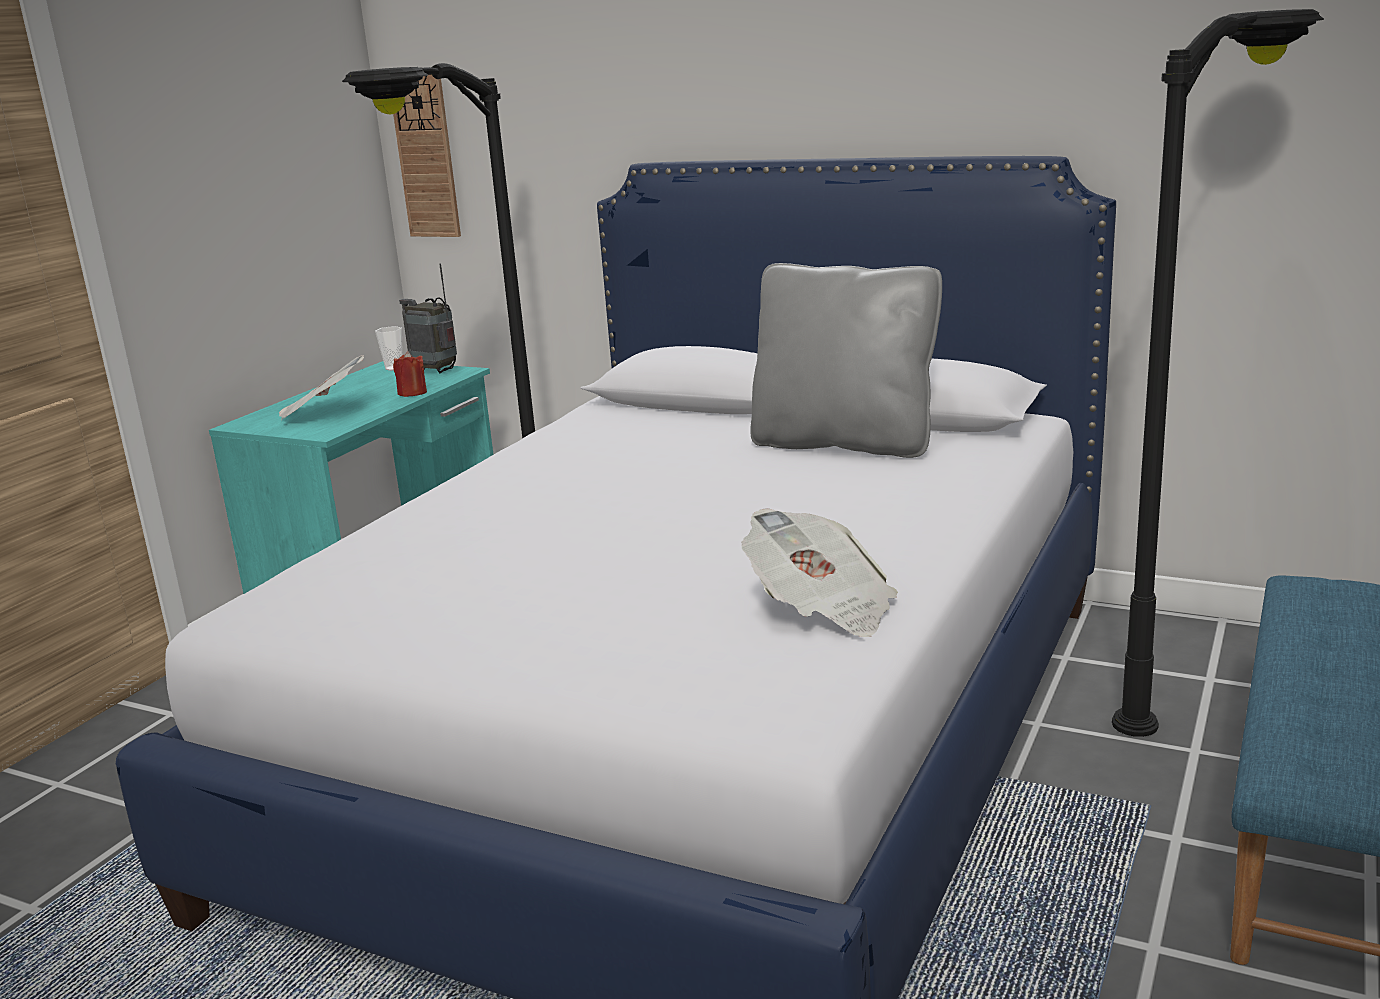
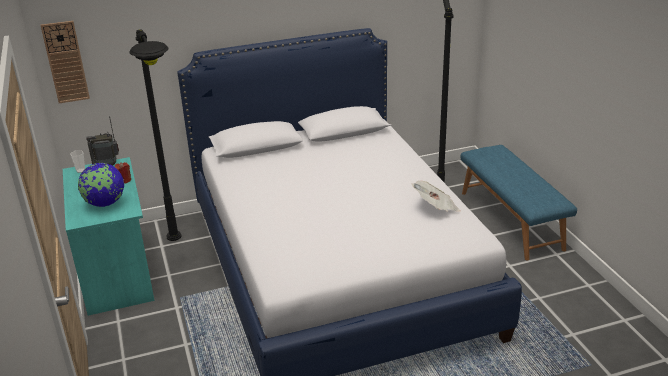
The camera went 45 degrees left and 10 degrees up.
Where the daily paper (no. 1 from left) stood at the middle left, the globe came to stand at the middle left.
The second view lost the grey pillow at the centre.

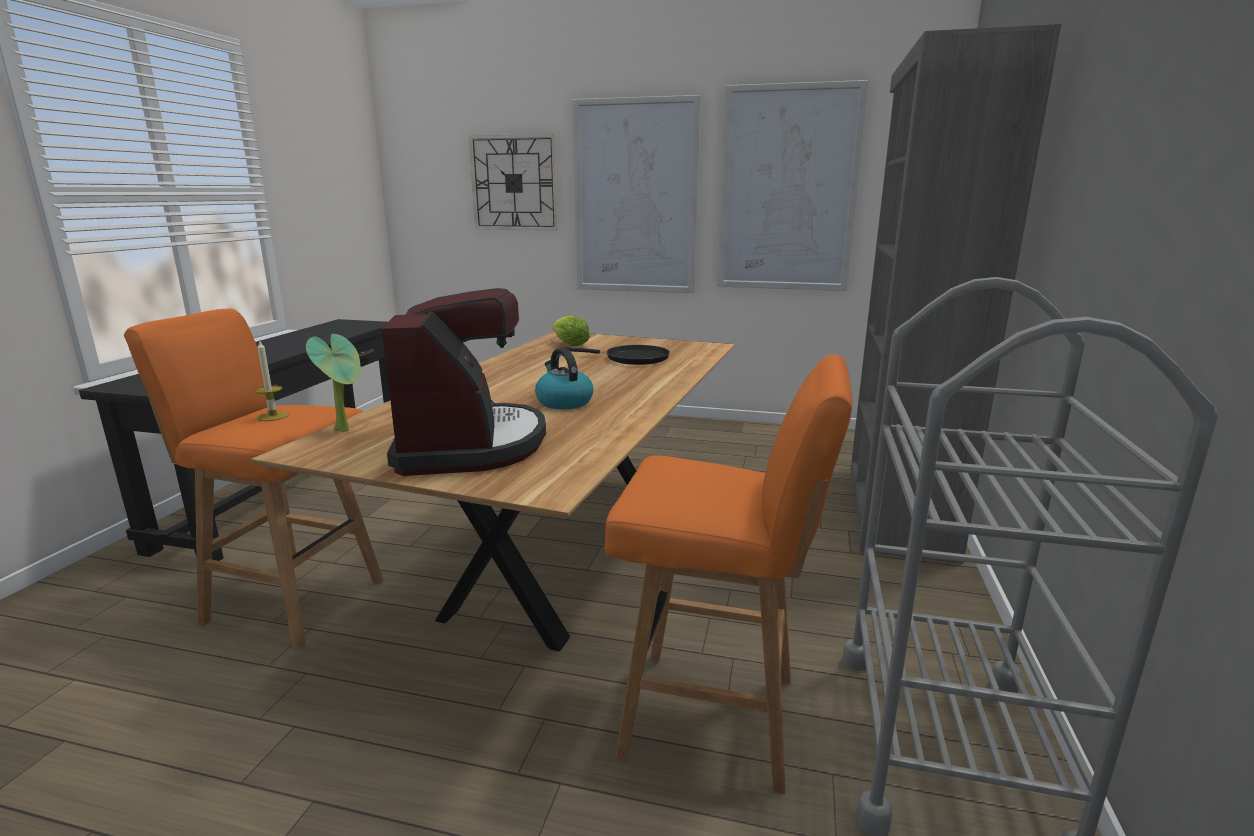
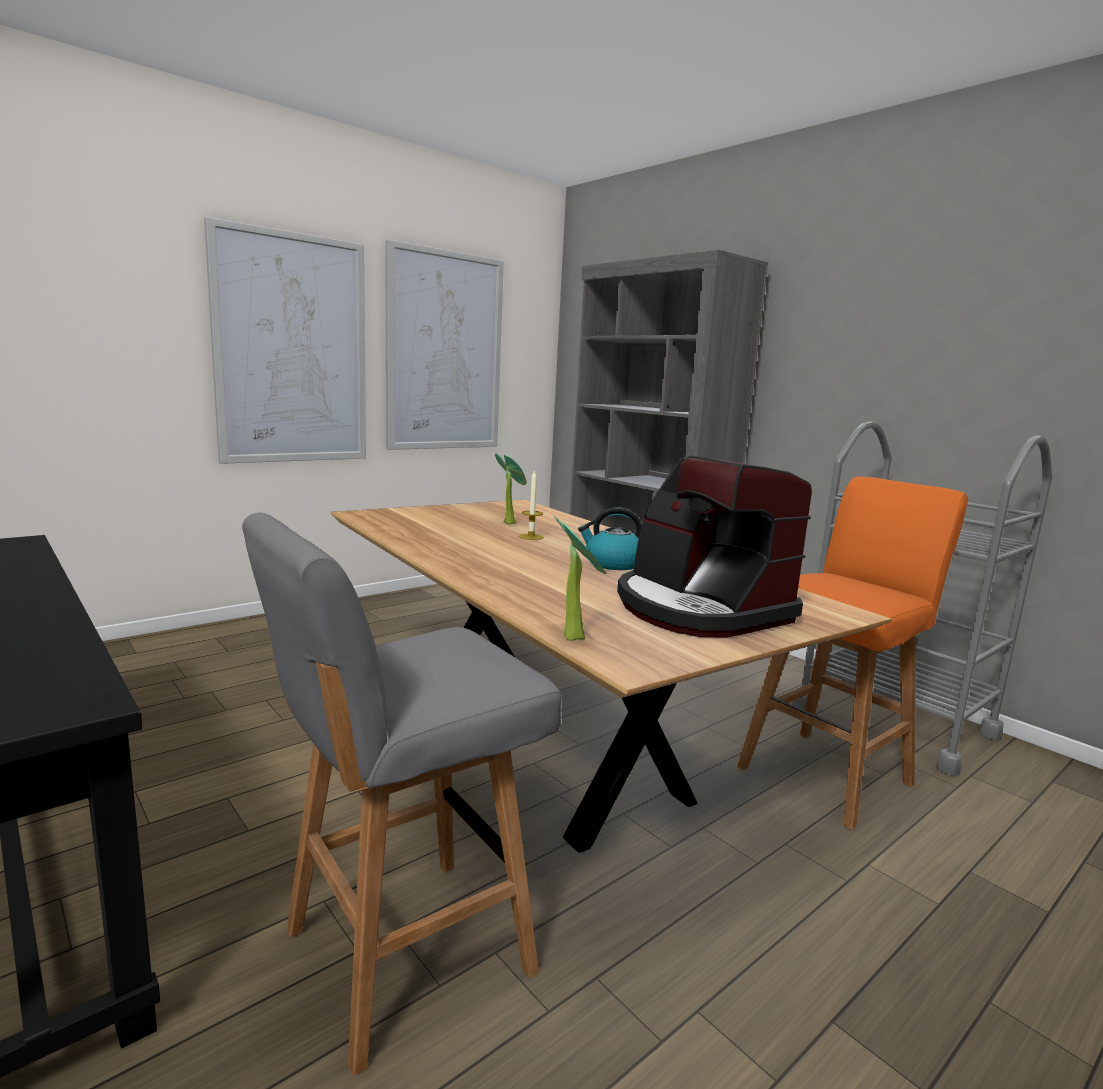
The camera went 55 degrees left and 5 degrees down.
What was the orangey stool (no. 1 from left) at the middle left turned into the grey stool at the bottom centre.
The candle ended up elsewhere, having gone from the middle left to the centre.
The coffee maker at the centre ended up facing another way, 150 degrees counterclockwise from before.
The second view lost the wall clock at the top centre.
The second view lost the lettuce head at the centre.
Where the black skillet stood at the centre, the potted plant (no. 1 from left) came to stand at the centre.

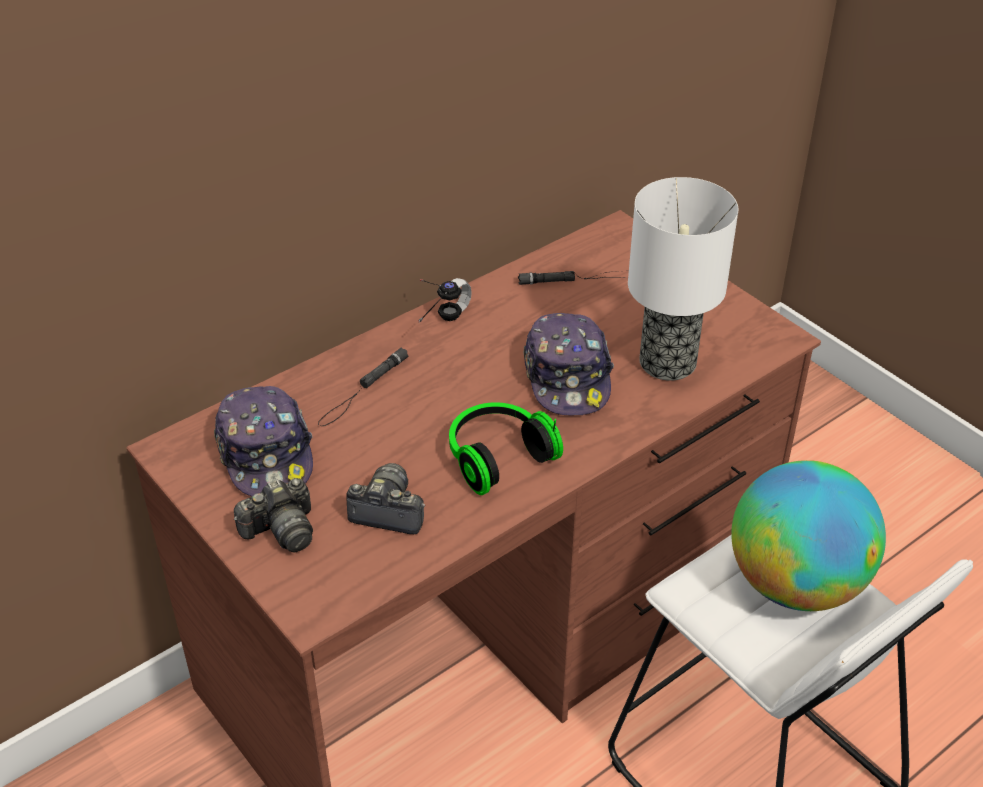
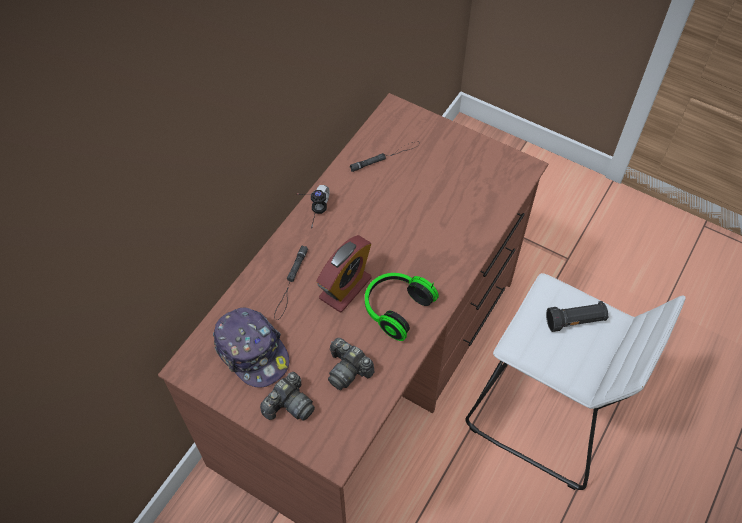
The camera went 20 degrees left and 15 degrees up.
The photo camera (no. 2 from left) at the centre ended up facing another way, 135 degrees counterclockwise from before.
The second view lost the peaked cap (no. 2 from left) at the centre.
The second view lost the lamp for a table at the middle right.
Where the globe stood at the bottom right, the black hand torch (no. 3 from left) came to stand at the middle right.
The second view gained the table clock at the centre.

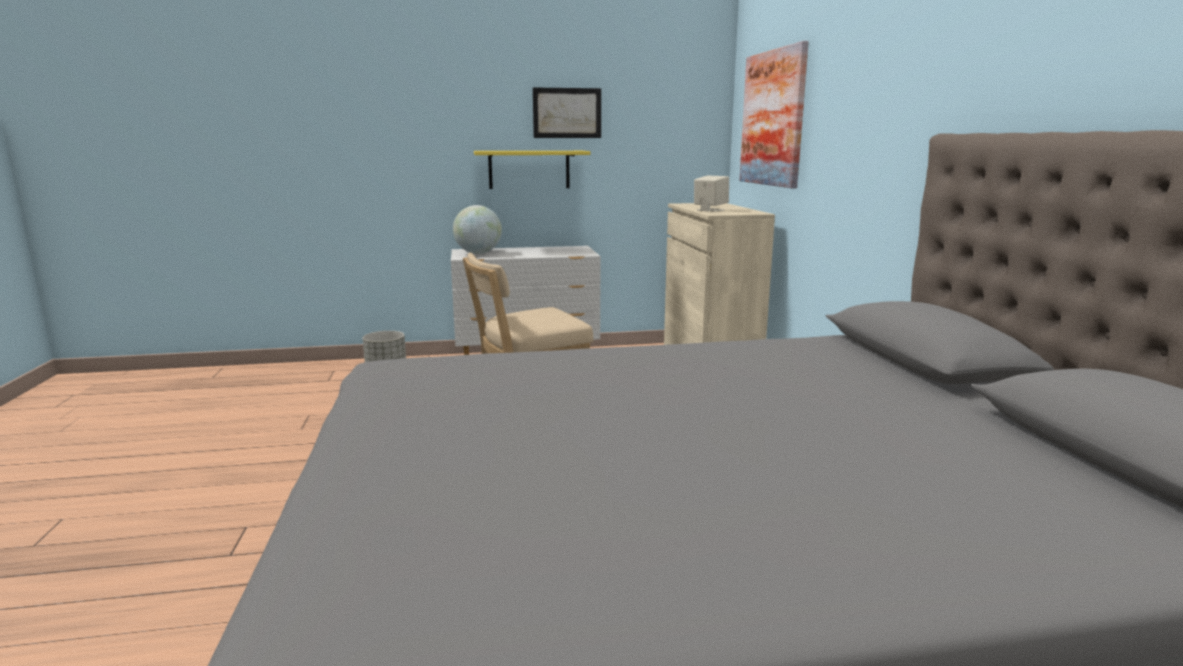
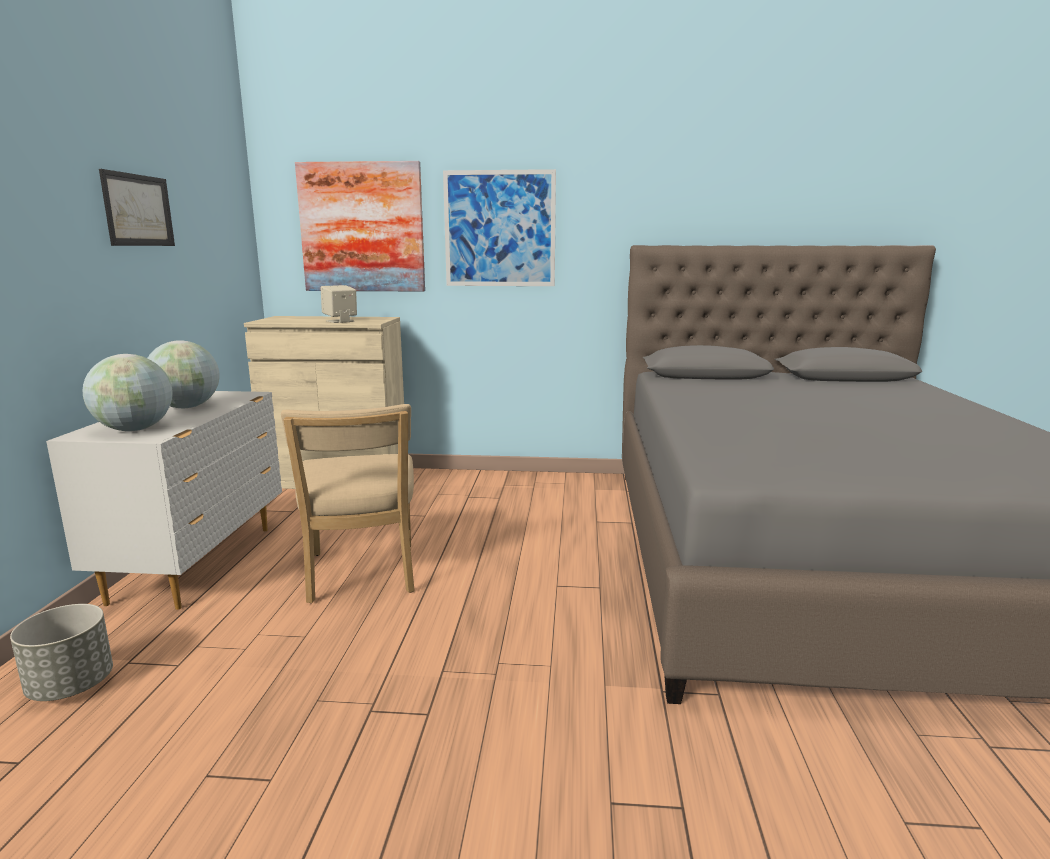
The camera went 75 degrees left and 0 degrees up.
The second view lost the yellowish bracket shelf at the top centre.
The second view gained the globe (no. 2 from left) at the middle left.
The second view gained the wall art (no. 3 from left) at the top centre.

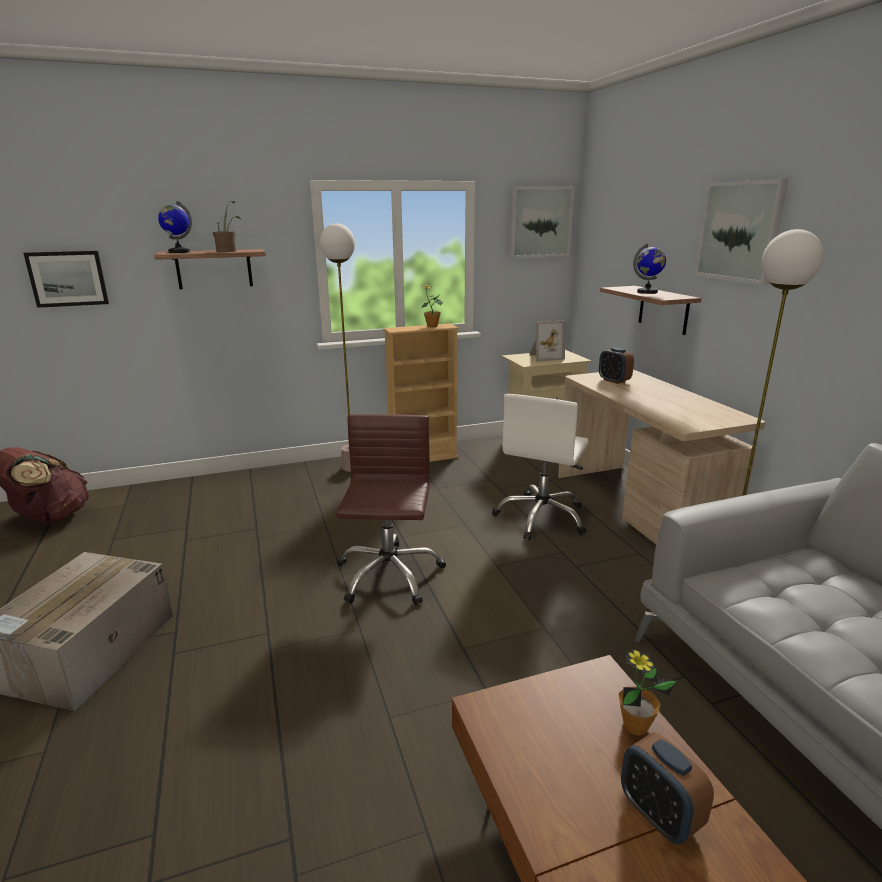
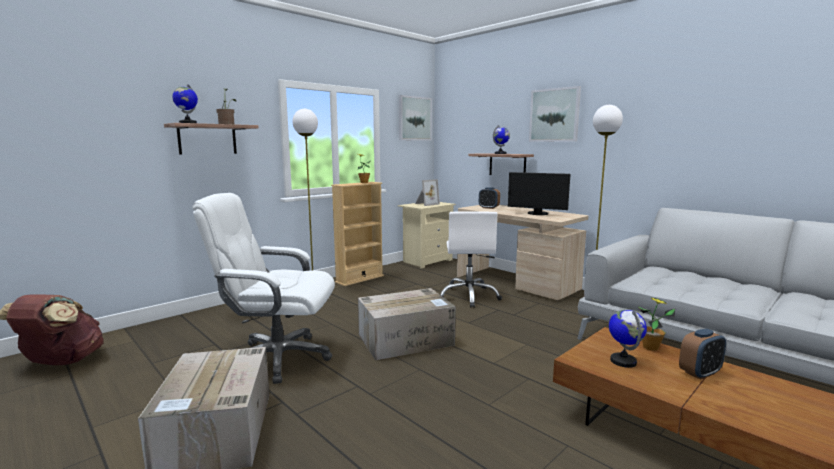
The camera went 25 degrees left and 10 degrees down.
The second view lost the wall art (no. 1 from left) at the top left.
Where the brownish desk chair stood at the centre, the cardboard box (no. 2 from left) came to stand at the bottom centre.
The table clock (no. 2 from left) at the bottom right ended up facing another way, 60 degrees counterclockwise from before.
The second view gained the white-coloured desk chair (no. 1 from left) at the middle left.
The second view gained the computer display at the centre.
The second view gained the globe (no. 3 from left) at the bottom right.

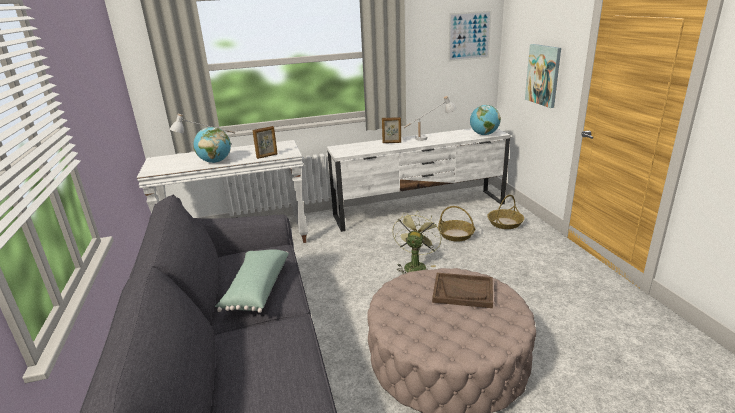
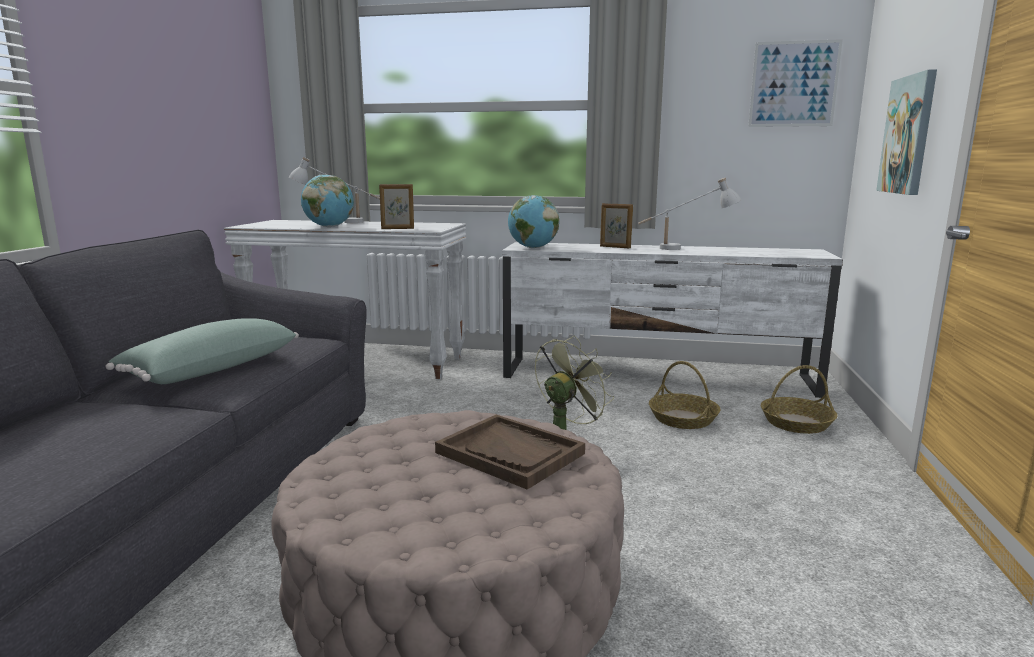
The camera went 25 degrees right and 10 degrees down.
The globe (no. 2 from left) ended up elsewhere, having gone from the top centre to the centre.

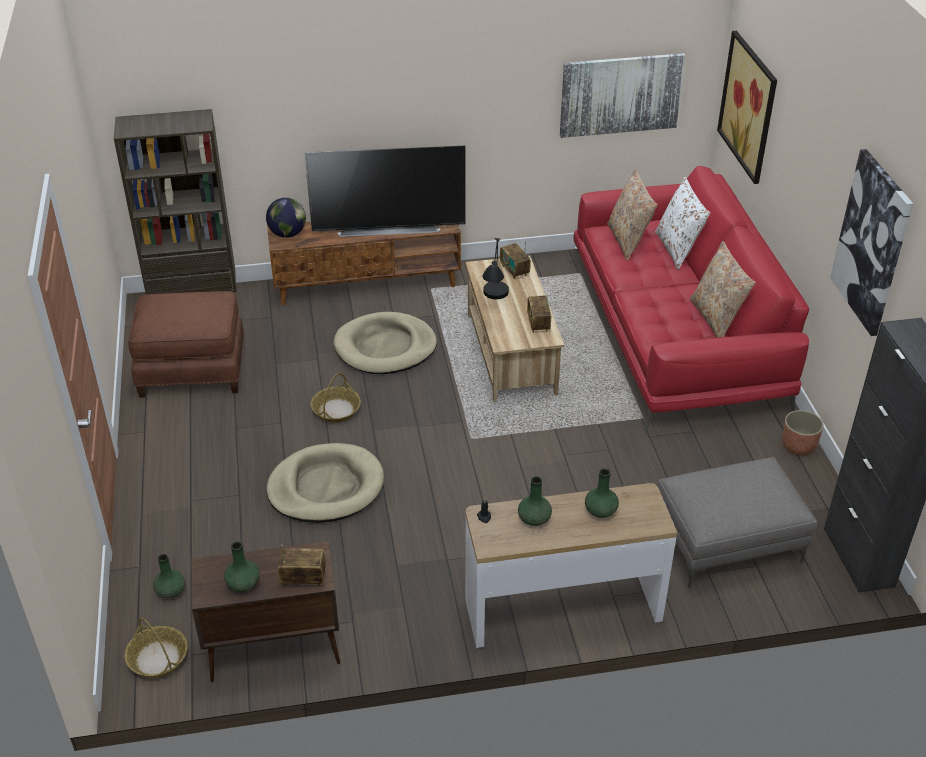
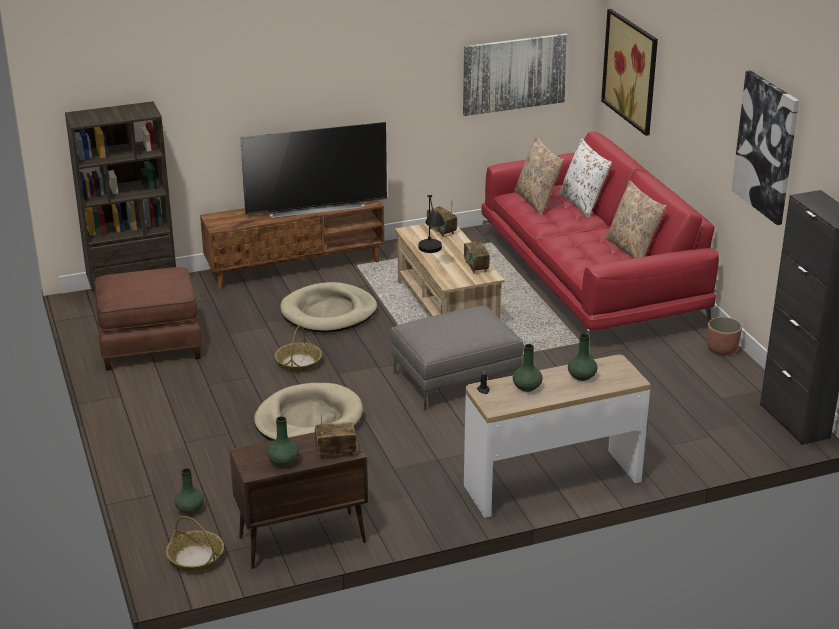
The camera went 10 degrees left and 10 degrees down.
The second view lost the globe at the top left.
The grey ottoman ended up elsewhere, having gone from the bottom right to the centre.

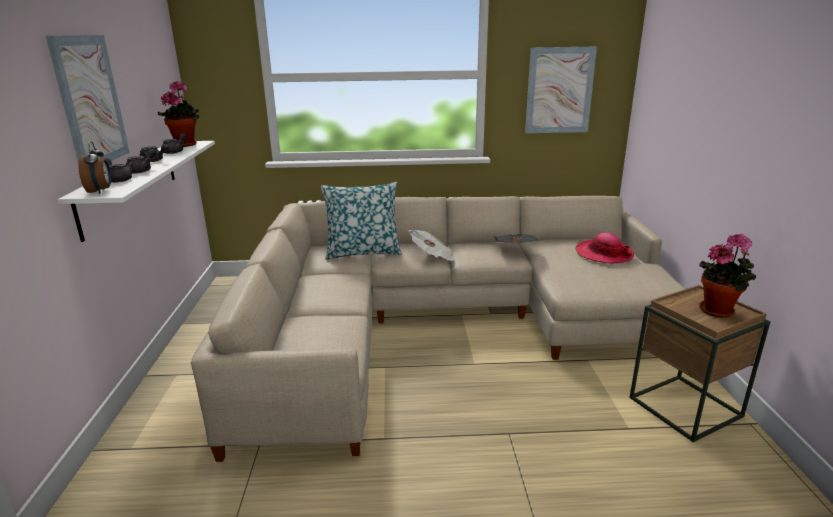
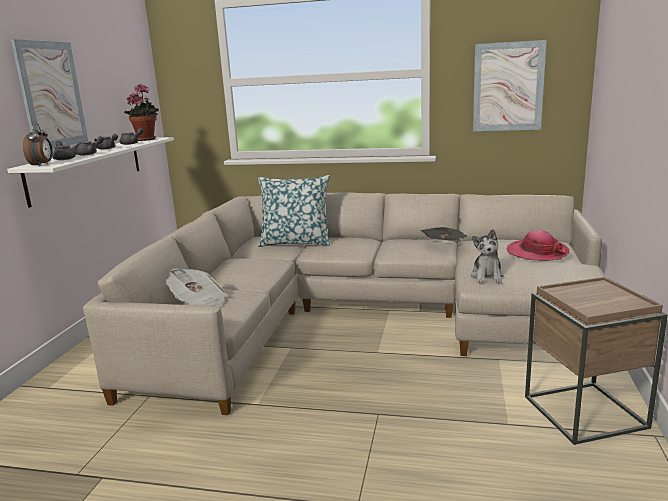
The camera went 15 degrees right and 5 degrees down.
The daily paper (no. 1 from left) ended up elsewhere, having gone from the centre to the middle left.
The second view lost the potted plant (no. 2 from left) at the middle right.
The second view gained the cuddly toy at the middle right.

